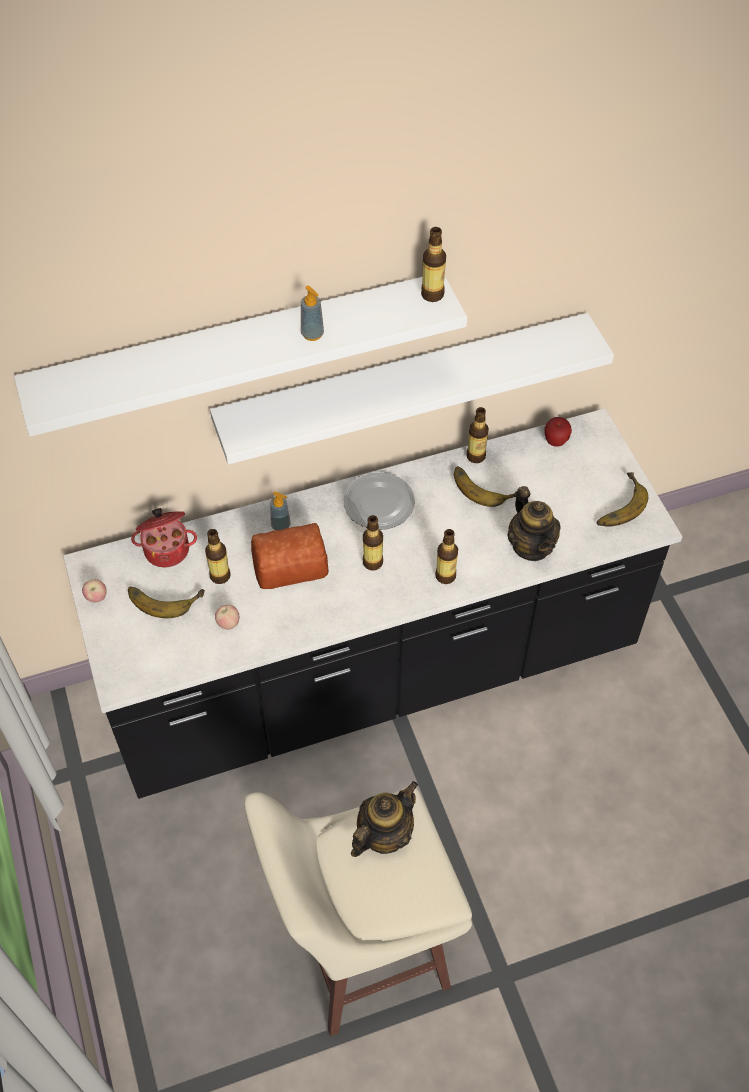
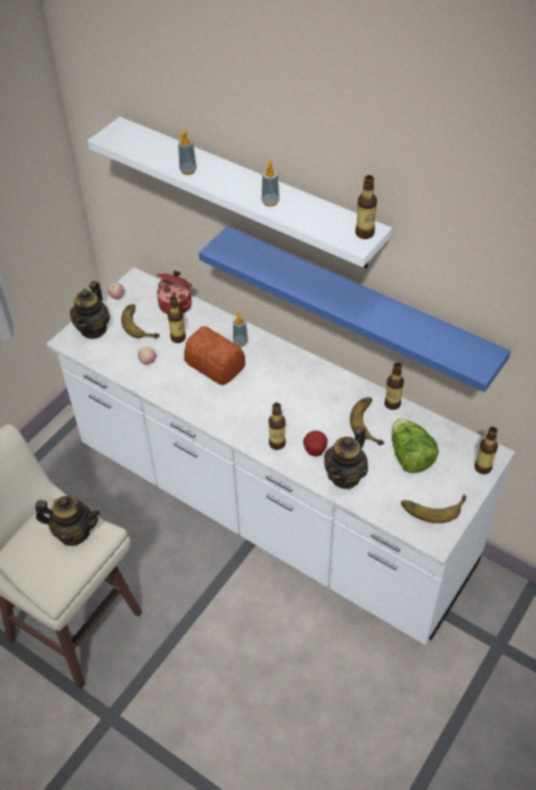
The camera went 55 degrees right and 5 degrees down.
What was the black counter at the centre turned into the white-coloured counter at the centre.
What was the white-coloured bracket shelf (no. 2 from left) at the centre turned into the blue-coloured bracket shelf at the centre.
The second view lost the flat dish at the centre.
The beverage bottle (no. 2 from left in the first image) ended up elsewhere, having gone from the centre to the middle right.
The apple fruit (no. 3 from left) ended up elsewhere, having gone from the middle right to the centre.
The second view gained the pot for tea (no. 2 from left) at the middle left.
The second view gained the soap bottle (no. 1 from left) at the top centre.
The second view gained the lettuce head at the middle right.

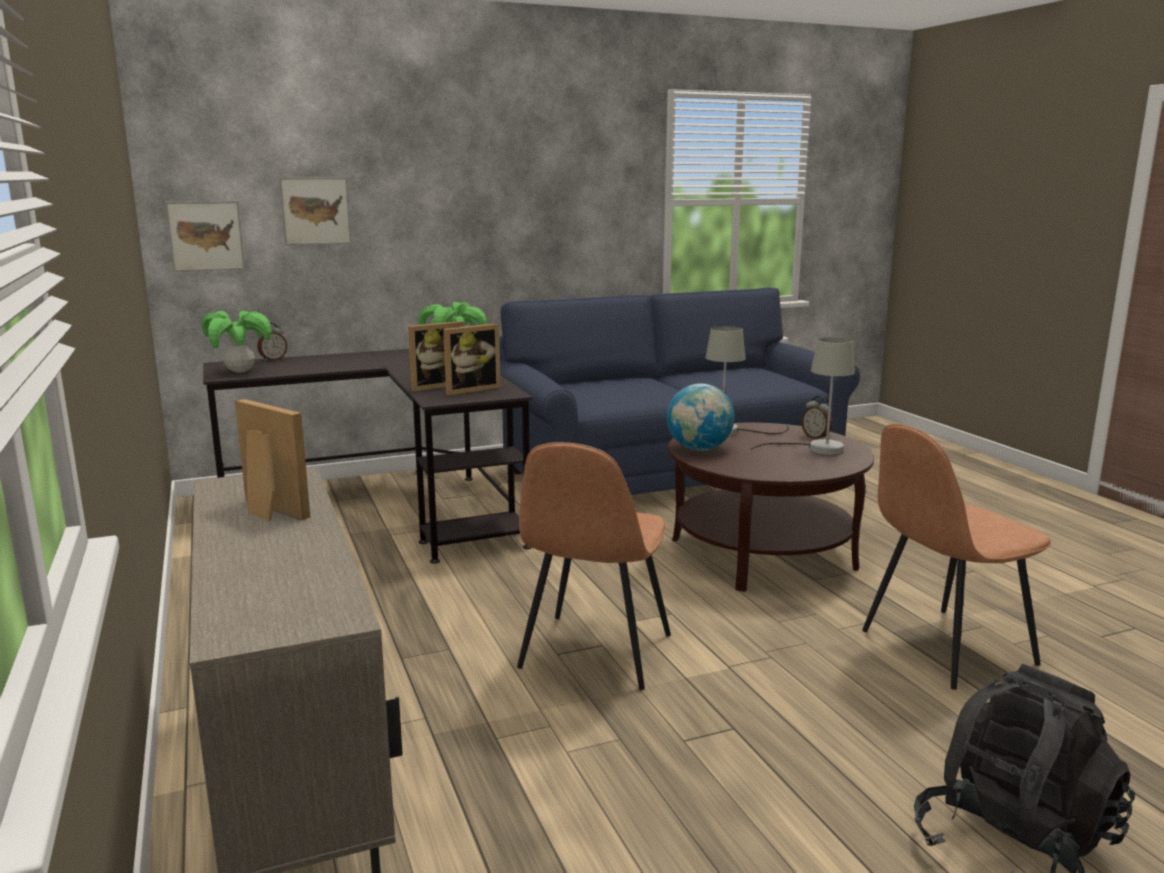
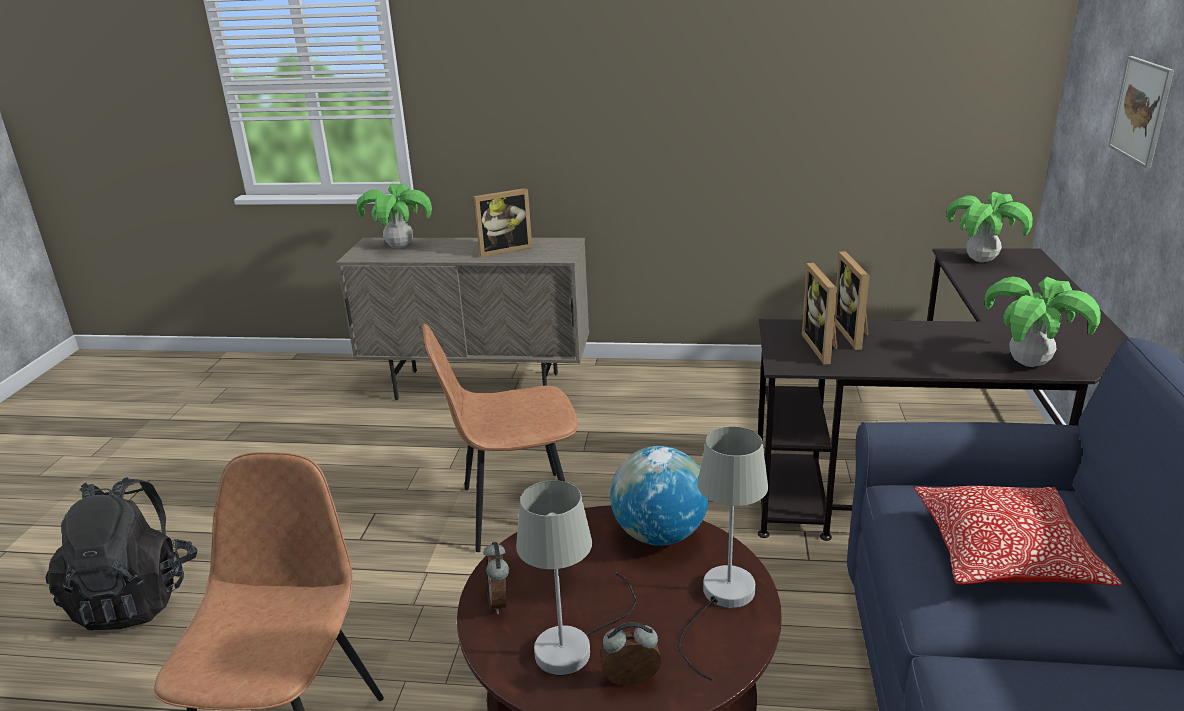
The camera went 120 degrees right and 10 degrees up.
The second view lost the wall art (no. 1 from left) at the top left.
The table clock (no. 1 from left) ended up elsewhere, having gone from the middle left to the bottom centre.
The brownish upright chair (no. 1 from left in the first image) at the centre ended up facing another way, 60 degrees counterclockwise from before.
The second view gained the potted plant (no. 1 from left) at the top left.
The second view gained the pillow at the bottom right.

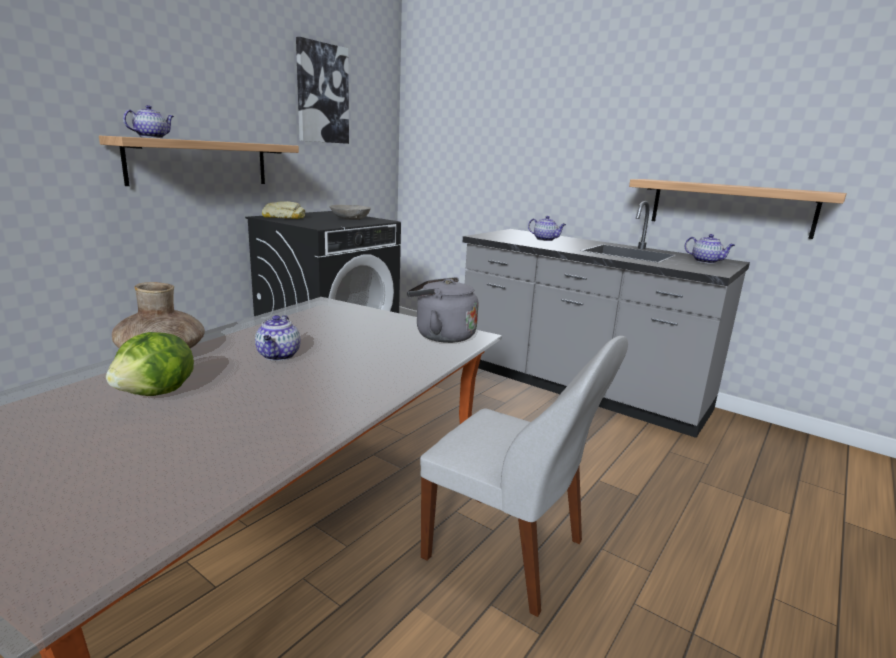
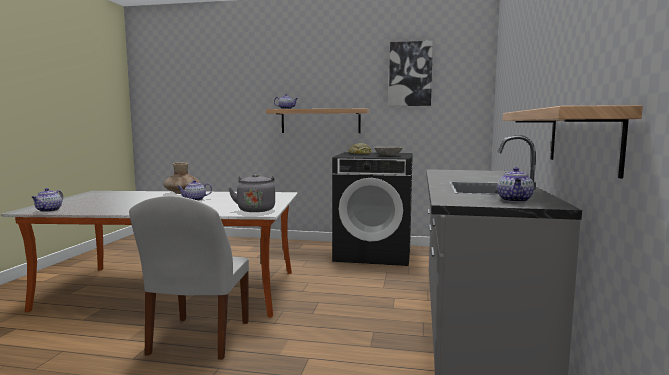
The camera went 65 degrees right and 10 degrees down.
The second view lost the lettuce head at the middle left.
The pot for tea (no. 3 from left in the first image) ended up elsewhere, having gone from the centre to the middle left.

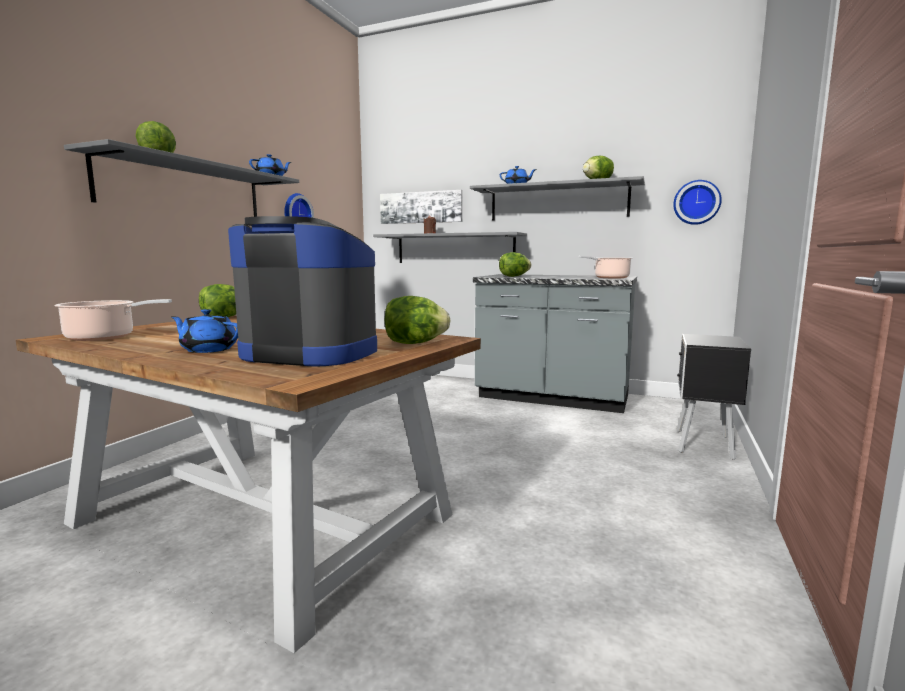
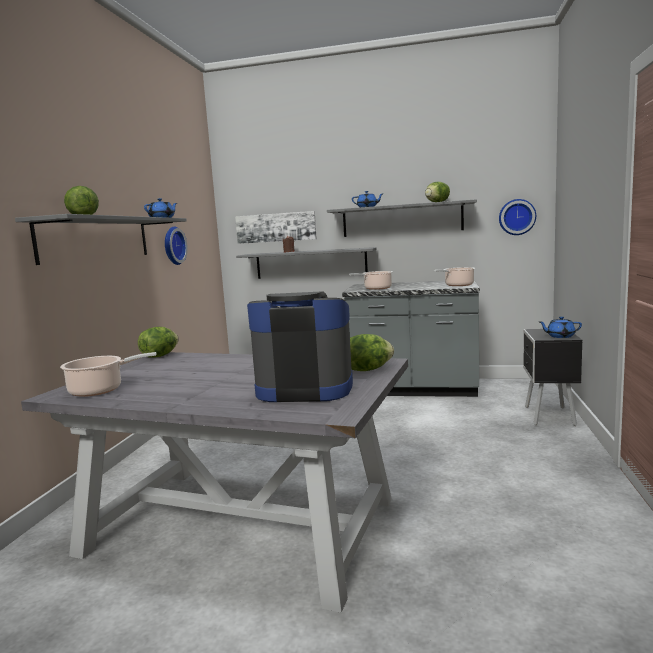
The camera went 10 degrees left and 0 degrees up.
What was the brownish kitchen table at the bottom left turned into the grey kitchen table at the bottom left.
The blue-coloured pot for tea (no. 1 from left in the first image) ended up elsewhere, having gone from the middle left to the middle right.
Where the lettuce head (no. 4 from left) stood at the centre, the saucepot (no. 2 from left) came to stand at the centre.

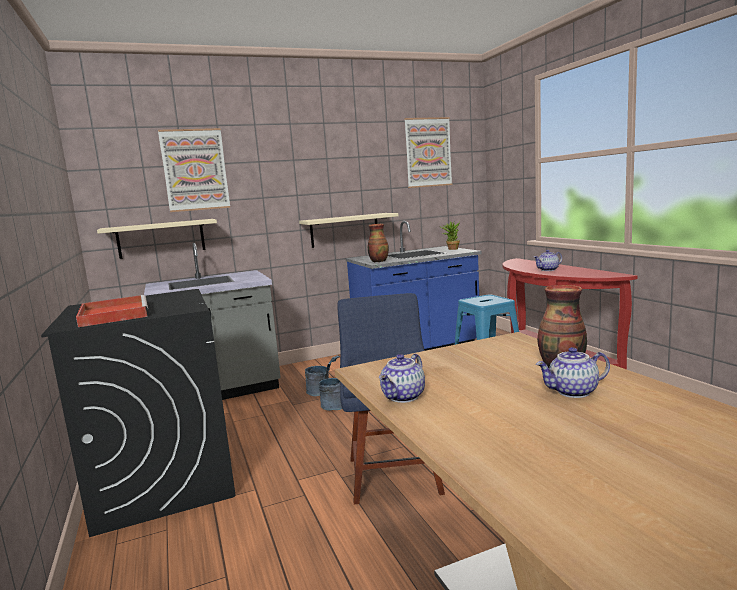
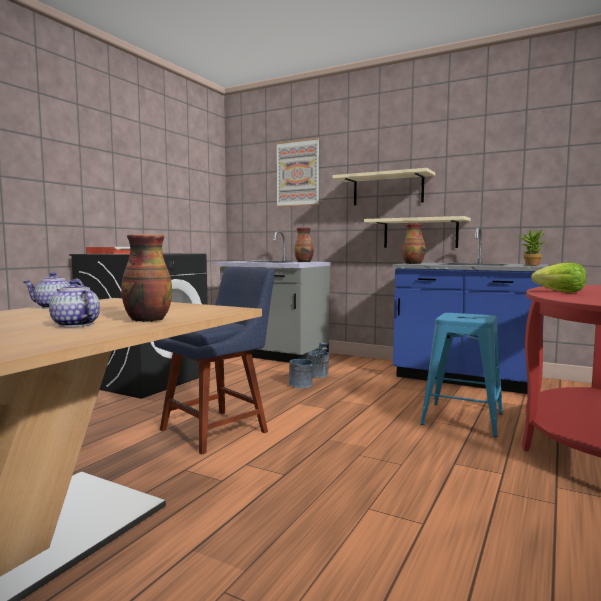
The camera went 50 degrees right and 5 degrees down.
The beige bracket shelf (no. 1 from left) ended up elsewhere, having gone from the middle left to the top centre.
The second view lost the wall art (no. 2 from left) at the top centre.
Where the pot for tea (no. 2 from left) stood at the middle right, the lettuce head came to stand at the middle right.
The second view gained the flower vase (no. 2 from left) at the centre.

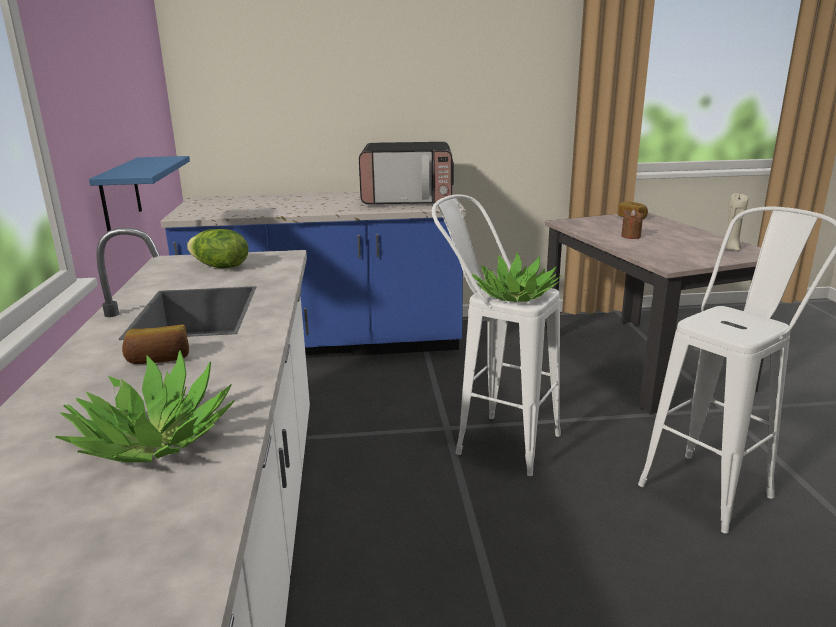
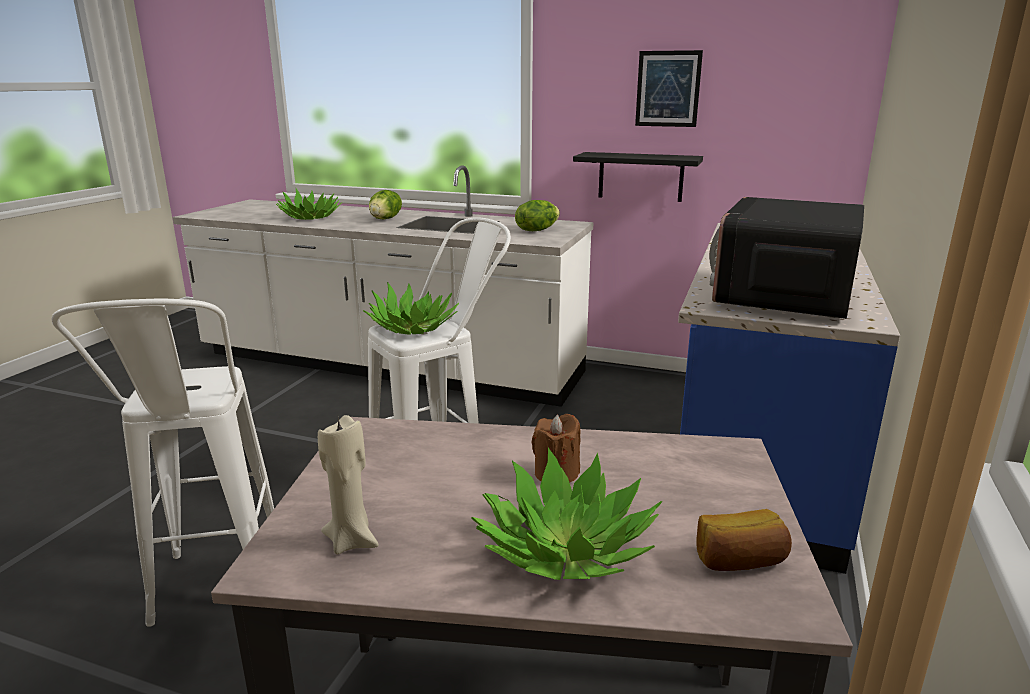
The camera went 115 degrees right and 0 degrees up.
What was the blue-coloured bracket shelf at the top left turned into the black bracket shelf at the top centre.
Where the bakery bread (no. 1 from left) stood at the middle left, the lettuce head (no. 1 from left) came to stand at the top centre.
The second view gained the potted plant (no. 3 from left) at the bottom centre.
The second view gained the wall art at the top centre.

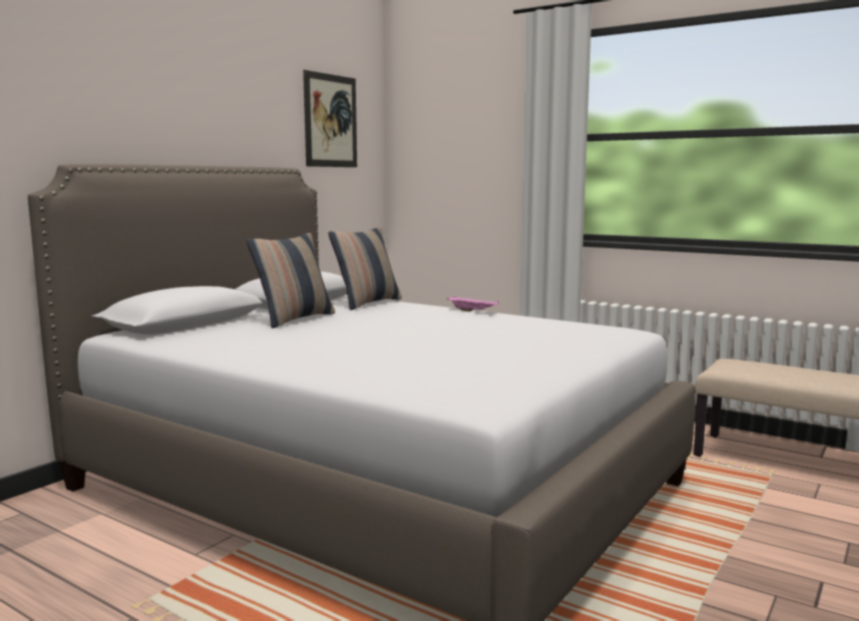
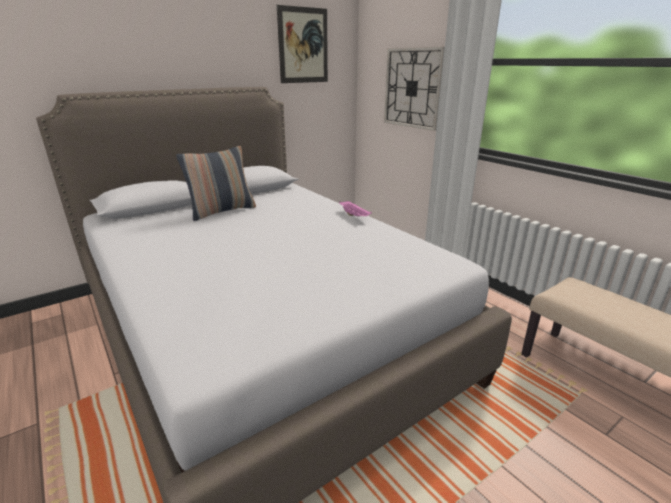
The camera went 20 degrees right and 15 degrees up.
The second view lost the pillow (no. 2 from left) at the centre.
The second view gained the wall clock at the top centre.

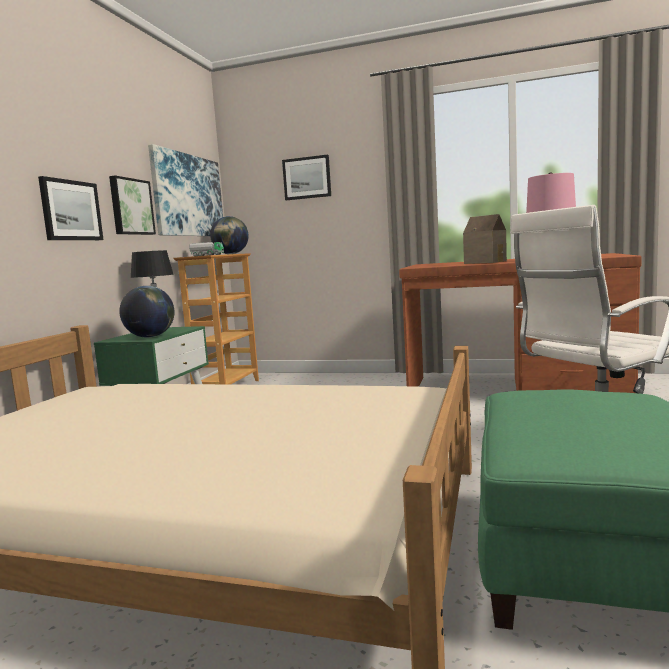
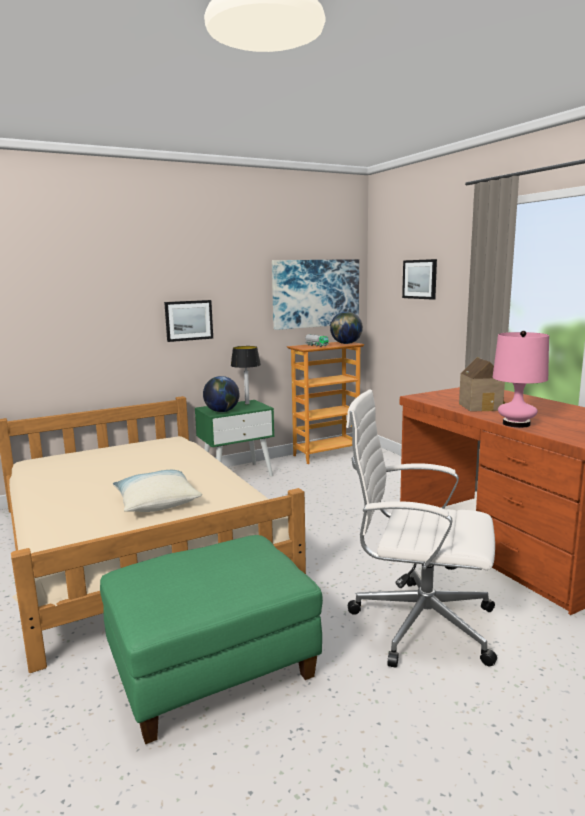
The camera went 45 degrees right and 5 degrees up.
The second view lost the wall art (no. 2 from left) at the top left.
The second view gained the pillow at the middle left.

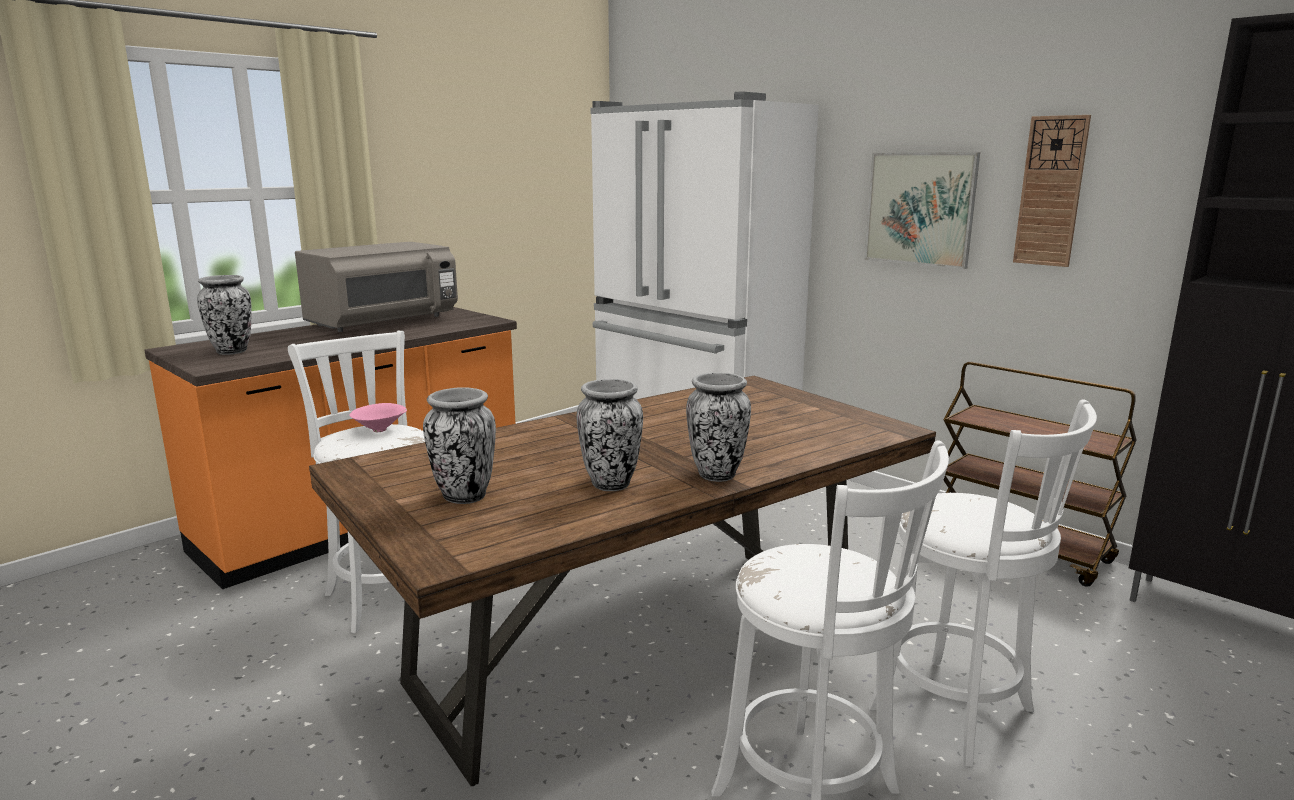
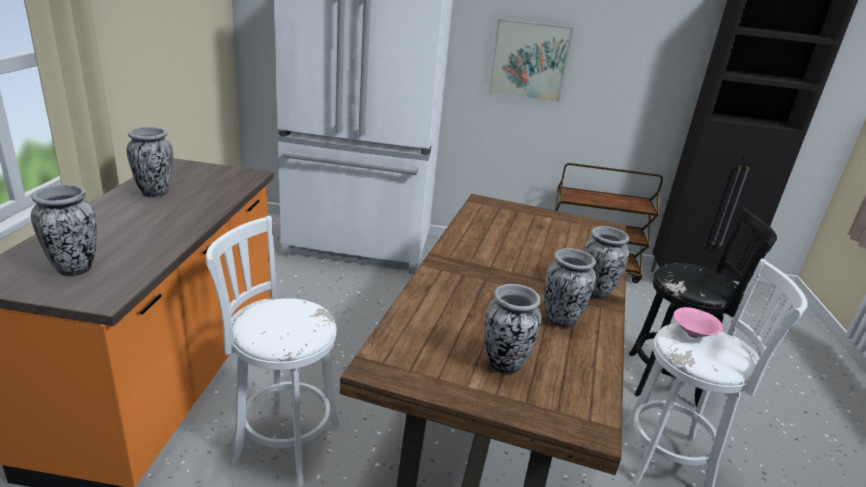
The camera went 40 degrees left and 10 degrees up.
Where the grey microwave stood at the middle left, the flower vase (no. 2 from left) came to stand at the top left.
The pink-coloured bowl ended up elsewhere, having gone from the middle left to the middle right.
What was the white-coloured stool (no. 3 from left) at the bottom right turned into the black stool at the middle right.
The second view lost the wall clock at the top right.

